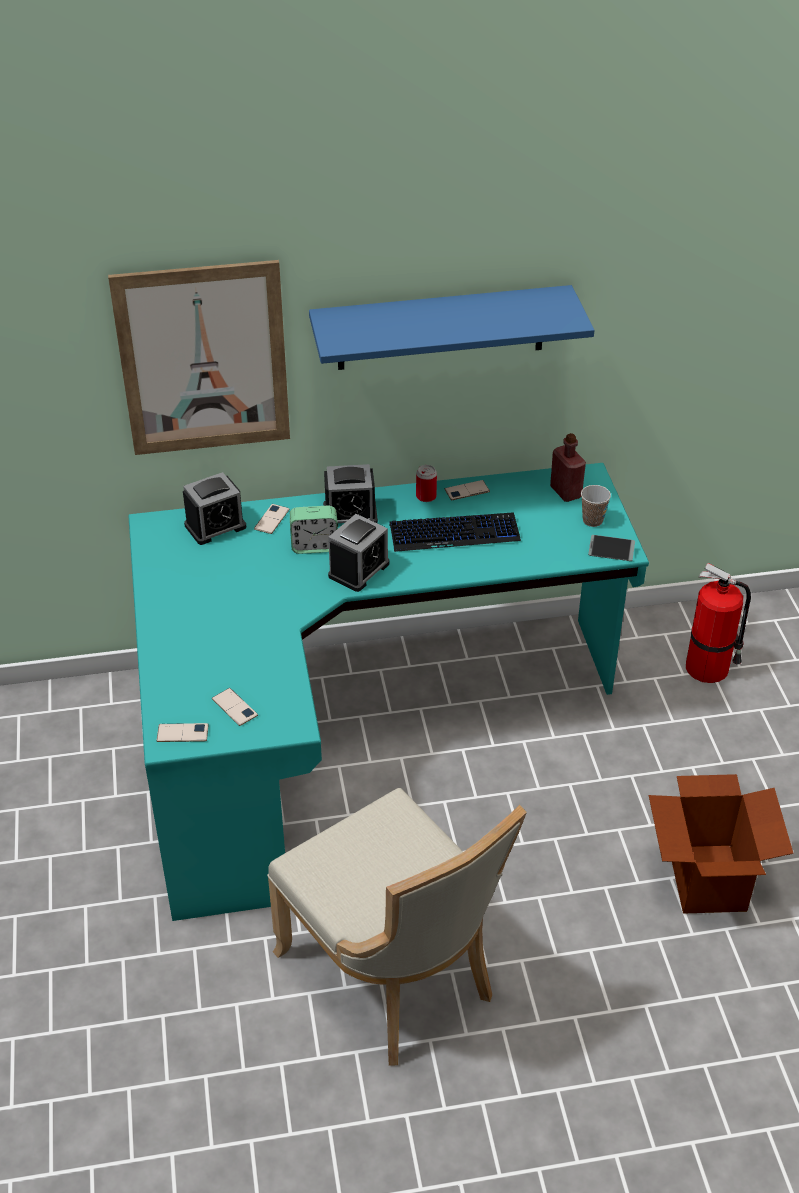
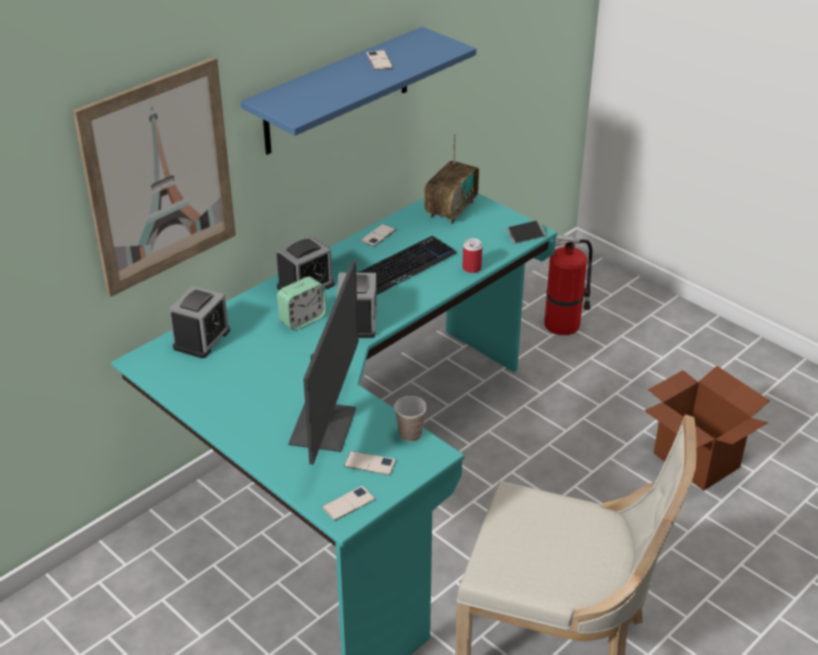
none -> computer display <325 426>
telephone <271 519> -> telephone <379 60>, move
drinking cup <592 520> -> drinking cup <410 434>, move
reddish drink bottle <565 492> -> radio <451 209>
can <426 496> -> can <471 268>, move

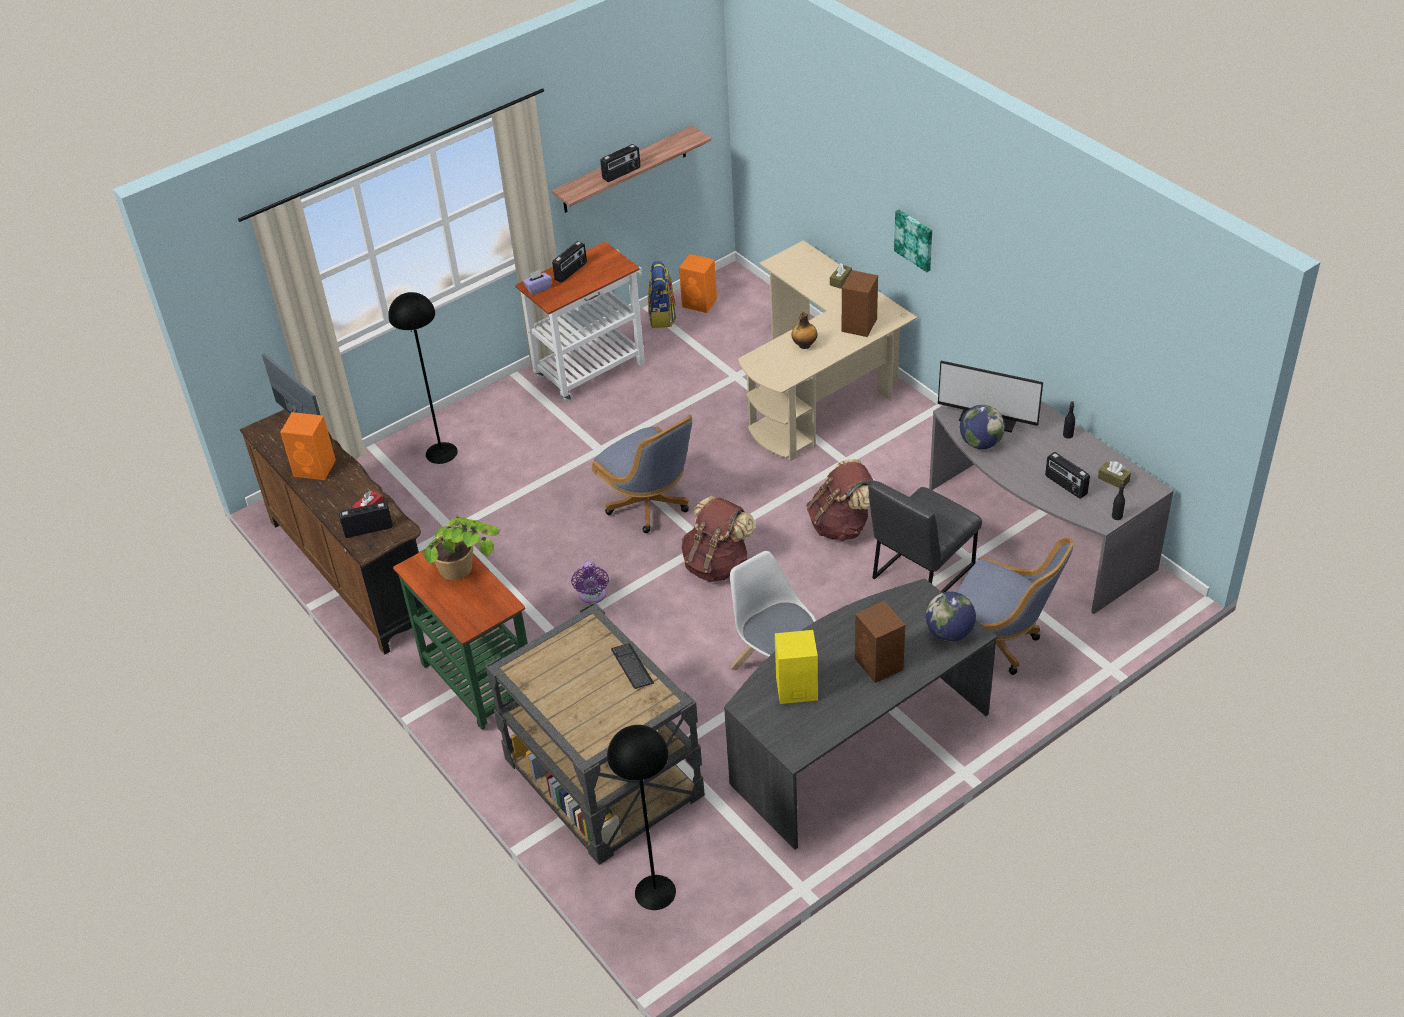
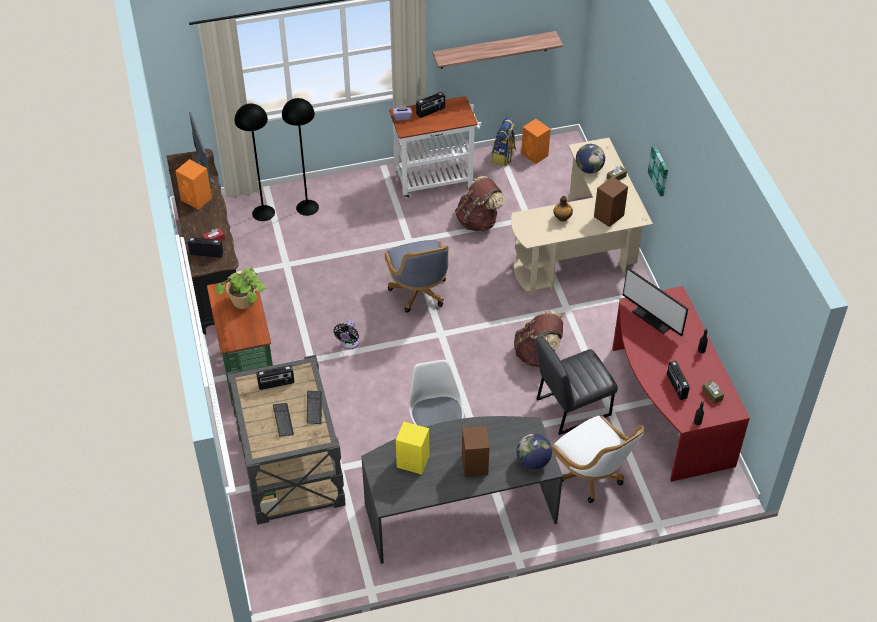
black floor lamp <655 891> -> black floor lamp <263 212>, move
radio <622 173> -> radio <276 384>, move
none -> computer keyboard <283 420>
purple-coloured cooling fan <592 596> -> black cooling fan <349 343>
brown knapsack <717 565> -> brown knapsack <478 221>, move
blue-coloured office chair <1000 645> -> whitish office chair <593 479>
desk globe <980 443> -> desk globe <589 169>, move
gray desk unit <1035 531> -> reddish desk unit <666 407>

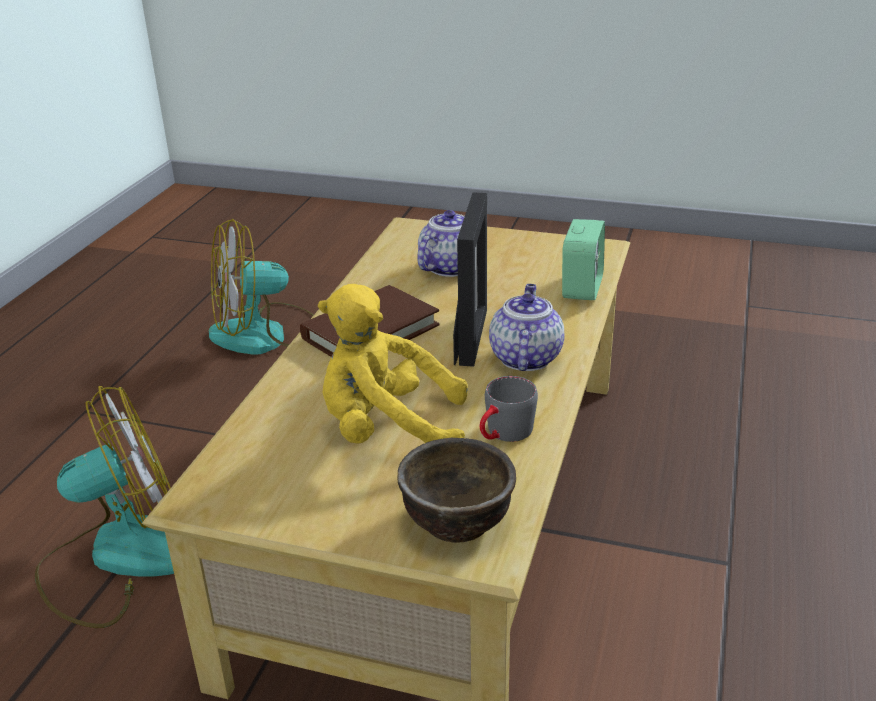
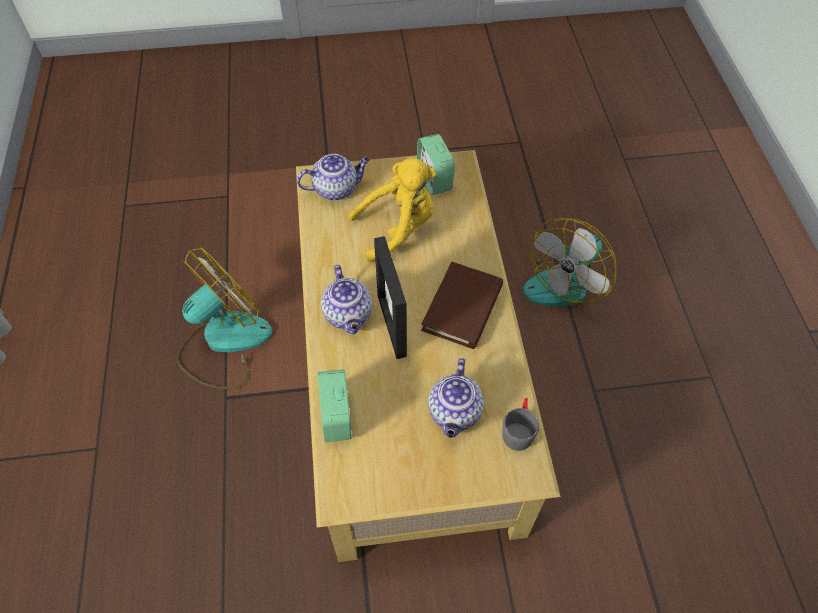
cooling fan <266 335> -> cooling fan <223 342>, move
brown deep dish <456 520> -> pot for tea <336 189>
none -> alarm clock <434 179>
gray mug <504 434> -> gray mug <518 429>, move

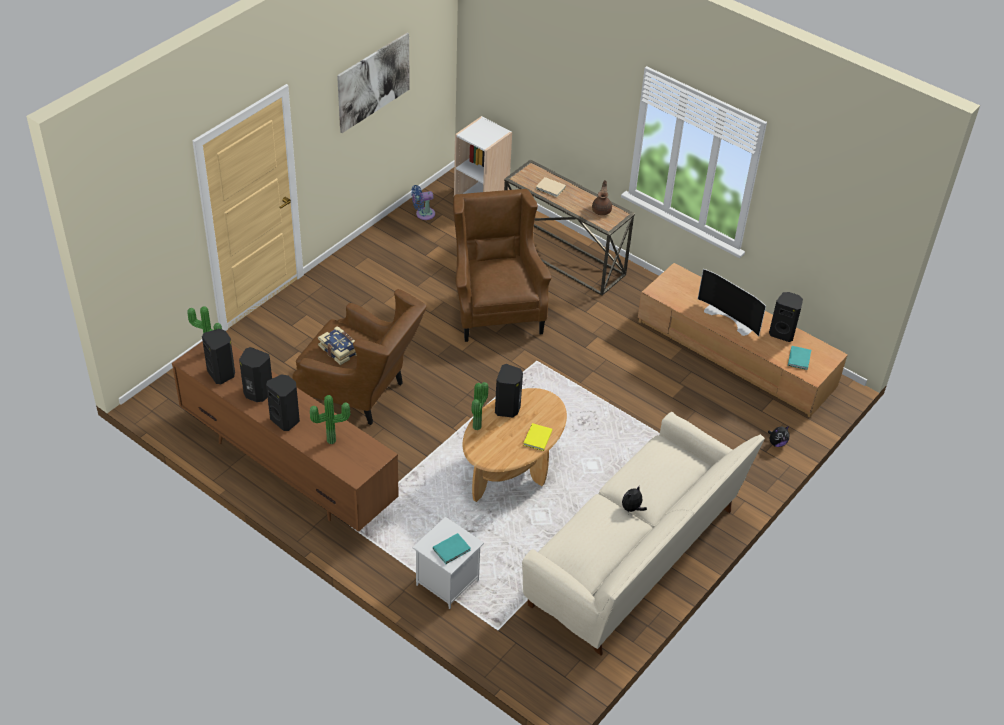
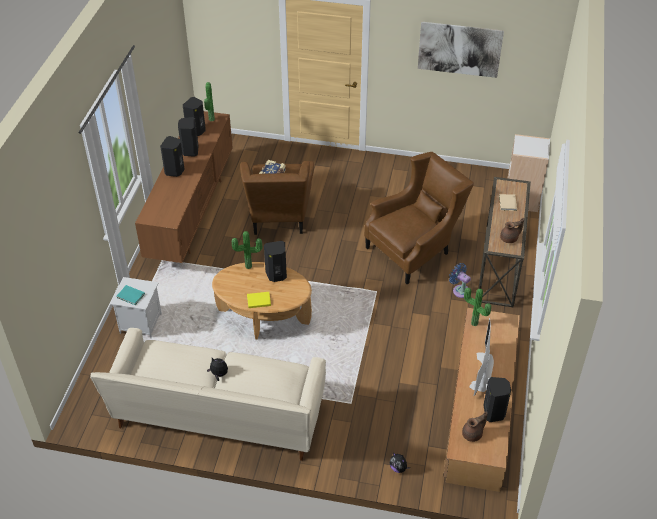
blue-coloured cooling fan <423 214> -> blue-coloured cooling fan <460 290>, move
turquoise-coloured book <799 358> -> brown pot for tea <473 434>
potted plant <332 442> -> potted plant <473 324>, move

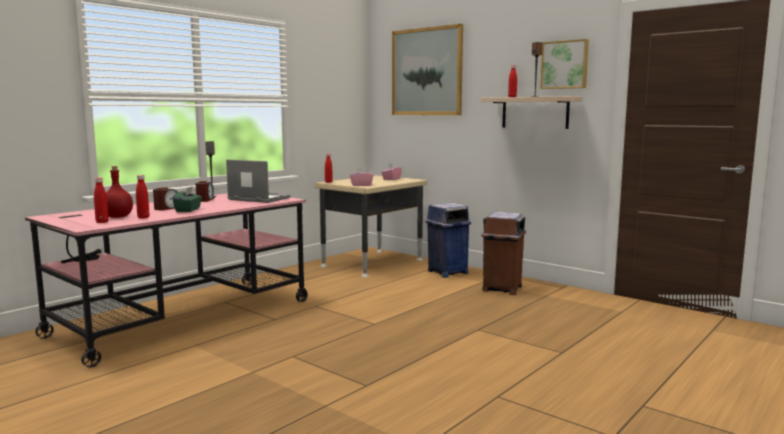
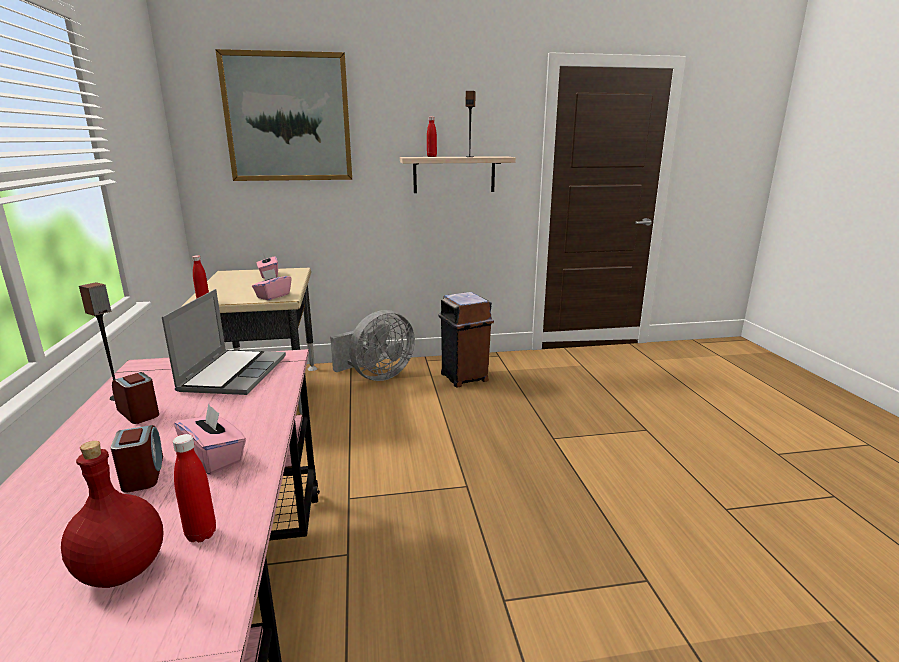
portable computer <258 199> -> portable computer <233 373>, 120 degrees clockwise
green-coloured tissue box <188 210> -> pinkish tissue box <214 457>
blue-coloured trash can <447 272> -> gray cooling fan <376 376>
reddish drink bottle <102 222> -> none
wall art <565 65> -> none

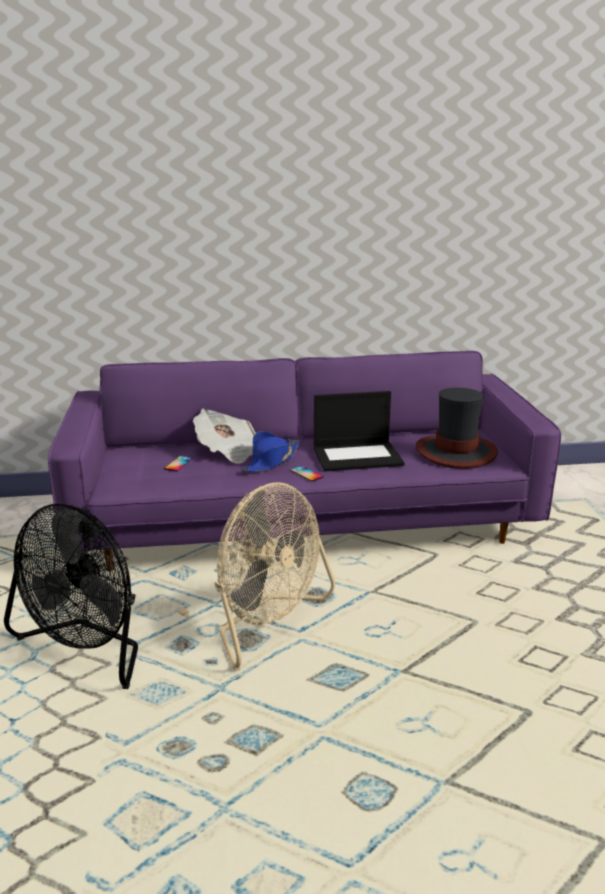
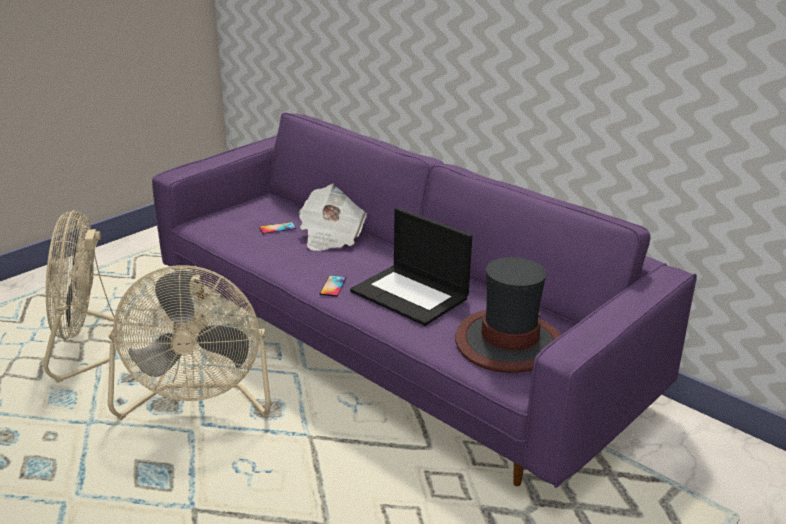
black cooling fan <89 644> -> beige cooling fan <98 340>
blue-coloured hat <271 461> -> none

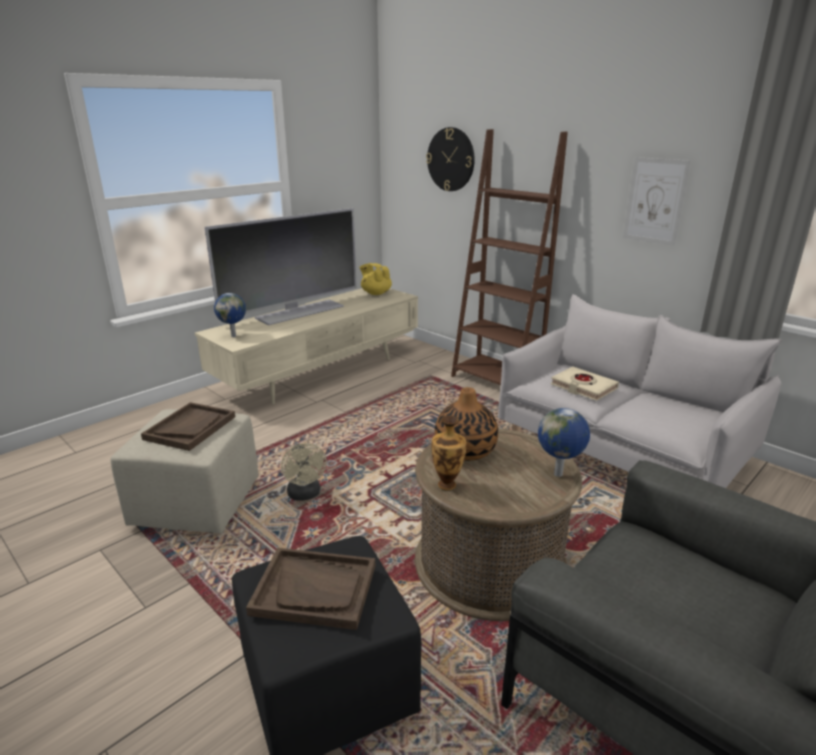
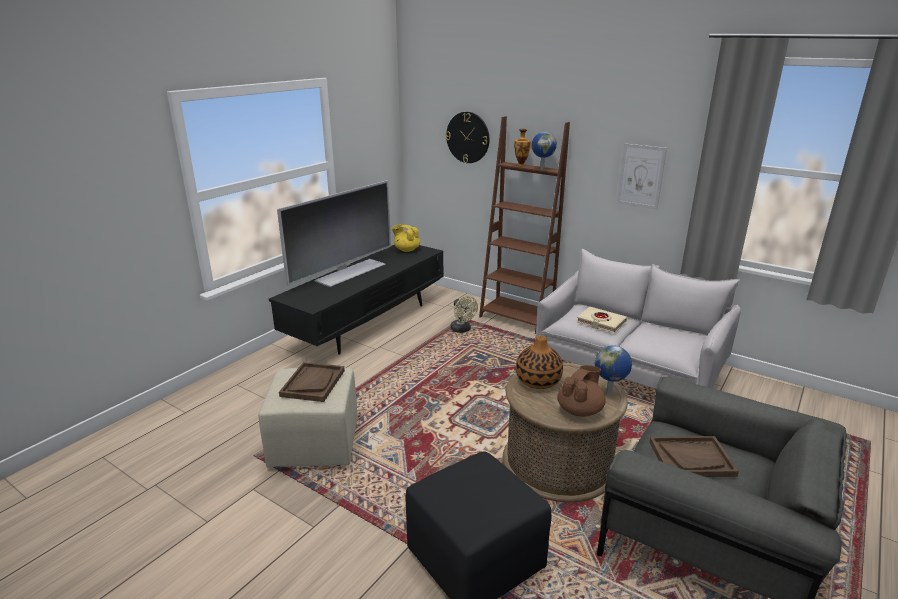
beige tv unit <319 373> -> black tv unit <367 322>
beige cooling fan <305 495> -> beige cooling fan <462 330>, move
flower vase <447 484> -> flower vase <521 165>, move
desk globe <234 336> -> desk globe <542 168>, move
none -> brown pot for tea <580 410>
brown carrying tray <315 589> -> brown carrying tray <691 458>, move

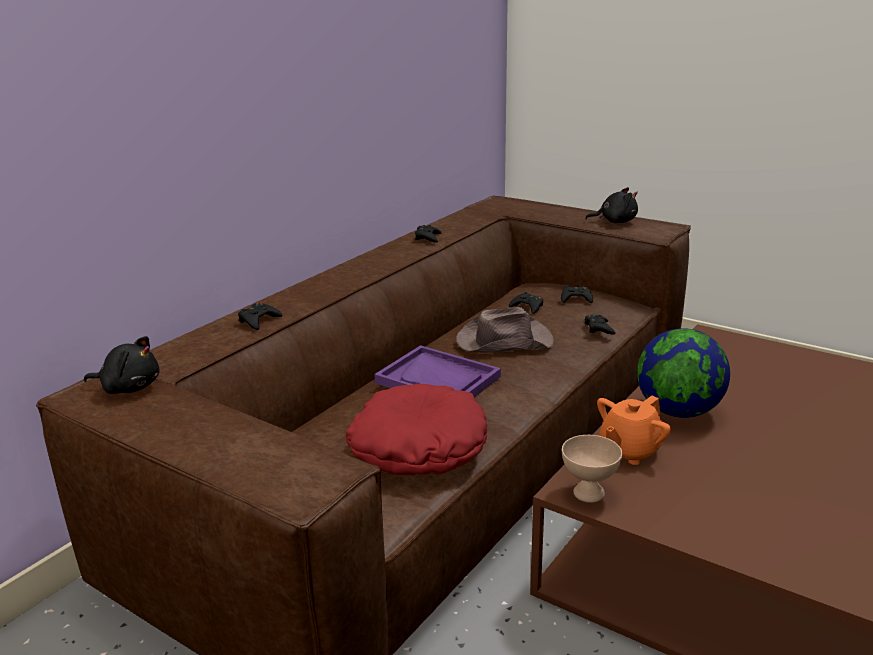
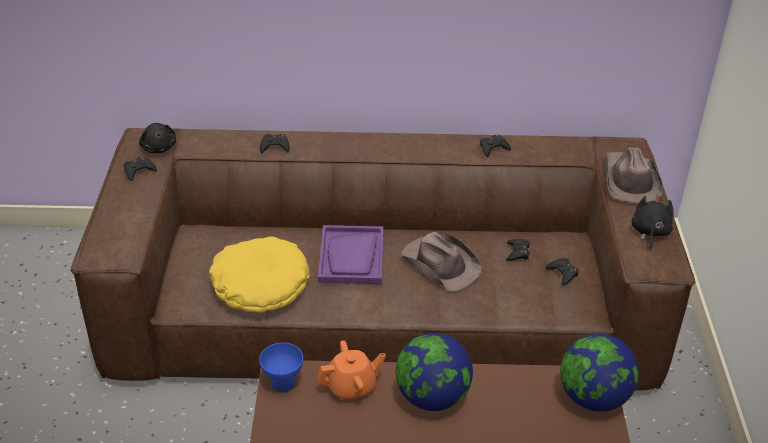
black gamepad <599 328> -> black gamepad <139 171>, move
reddish cushion <421 448> -> yellow-coloured cushion <260 287>
beige deep dish <589 494> -> blue-coloured deep dish <282 384>
orange-coloured pot for tea <629 451> -> orange-coloured pot for tea <351 387>, 150 degrees clockwise
none -> desk globe <593 397>
none -> brown hat <630 180>
black cuddly toy <615 221> -> black cuddly toy <649 232>, 135 degrees counterclockwise

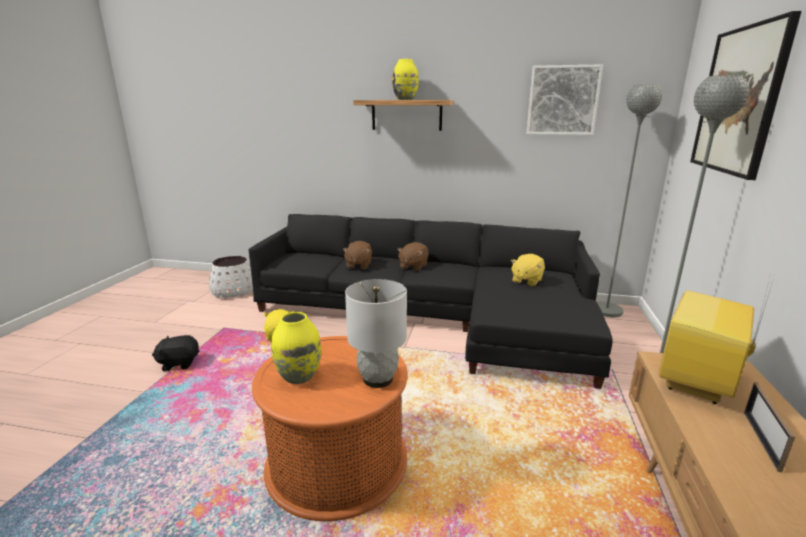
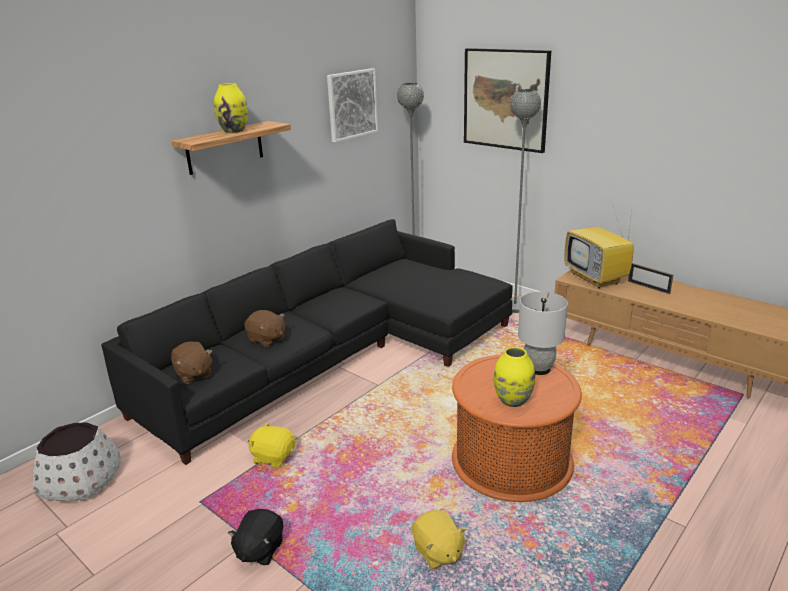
brown cuddly toy <413 266> -> brown cuddly toy <193 374>, move
yellow-coloured cuddly toy <526 281> -> yellow-coloured cuddly toy <437 552>, move

